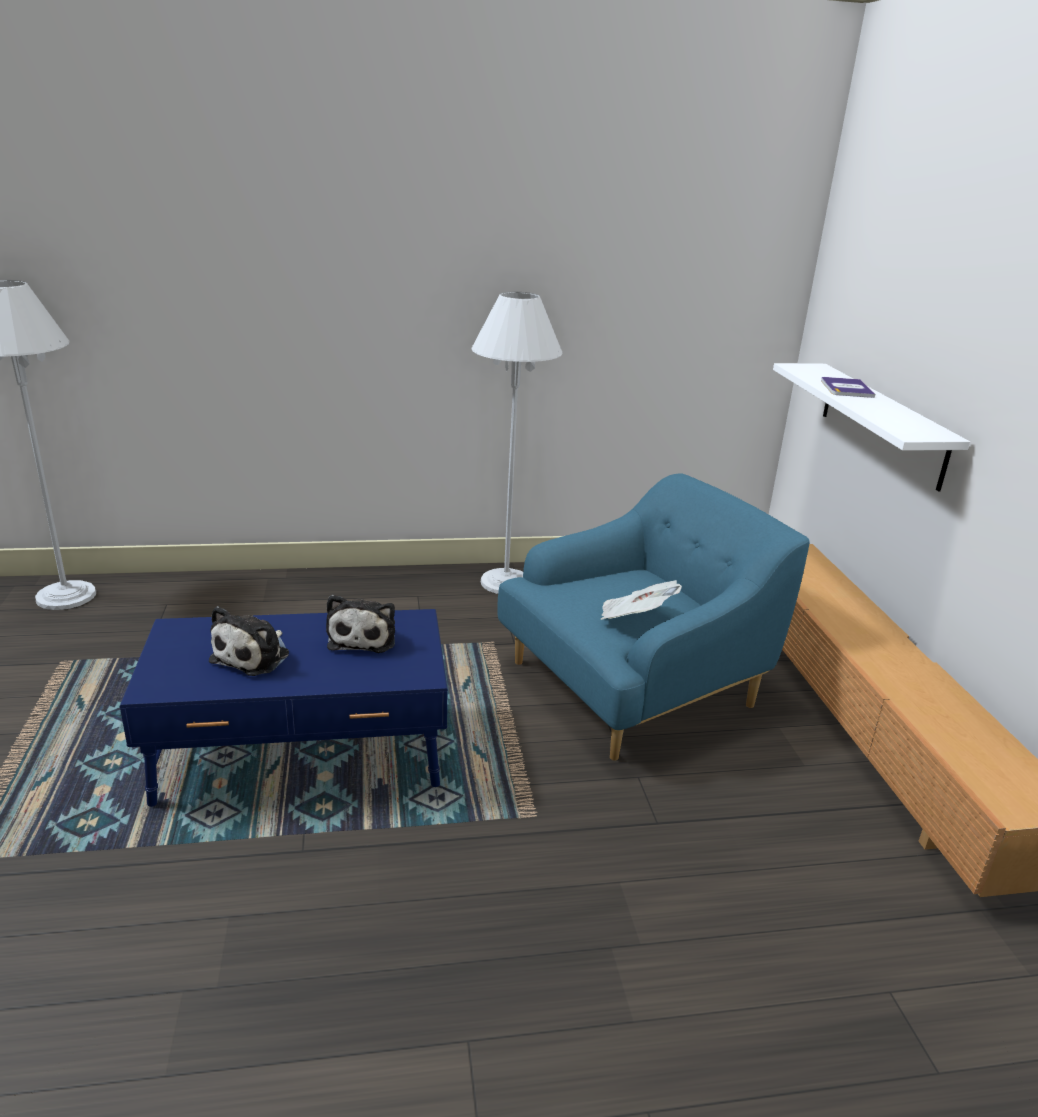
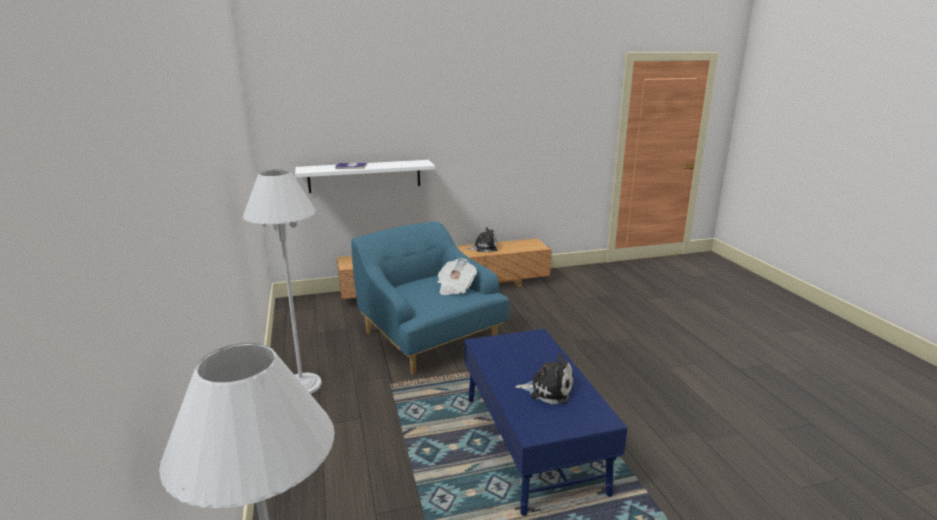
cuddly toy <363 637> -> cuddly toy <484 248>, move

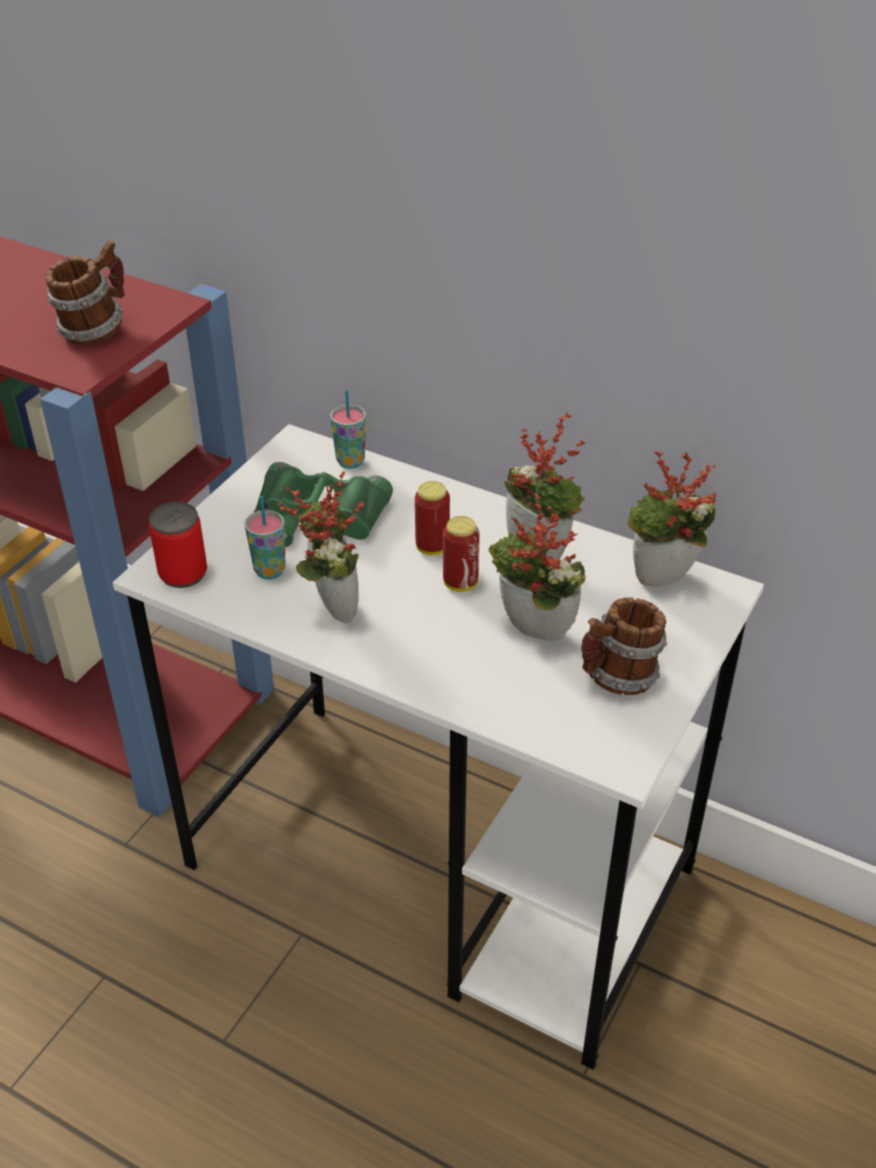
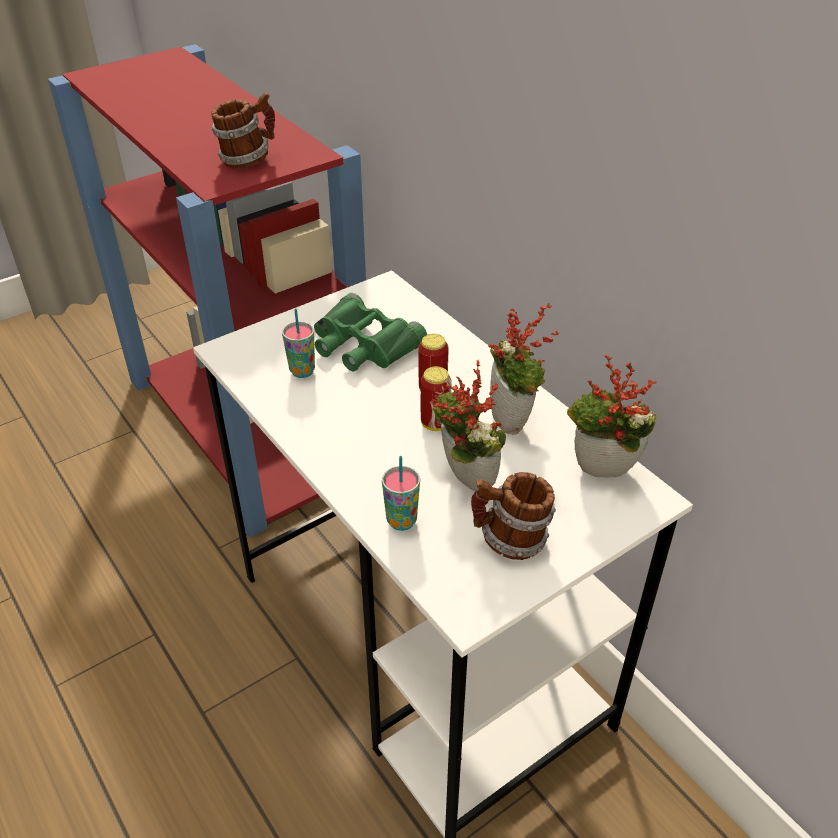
drinking cup <350 462> -> drinking cup <401 521>, move
can <183 573> -> none
potted plant <330 606> -> none

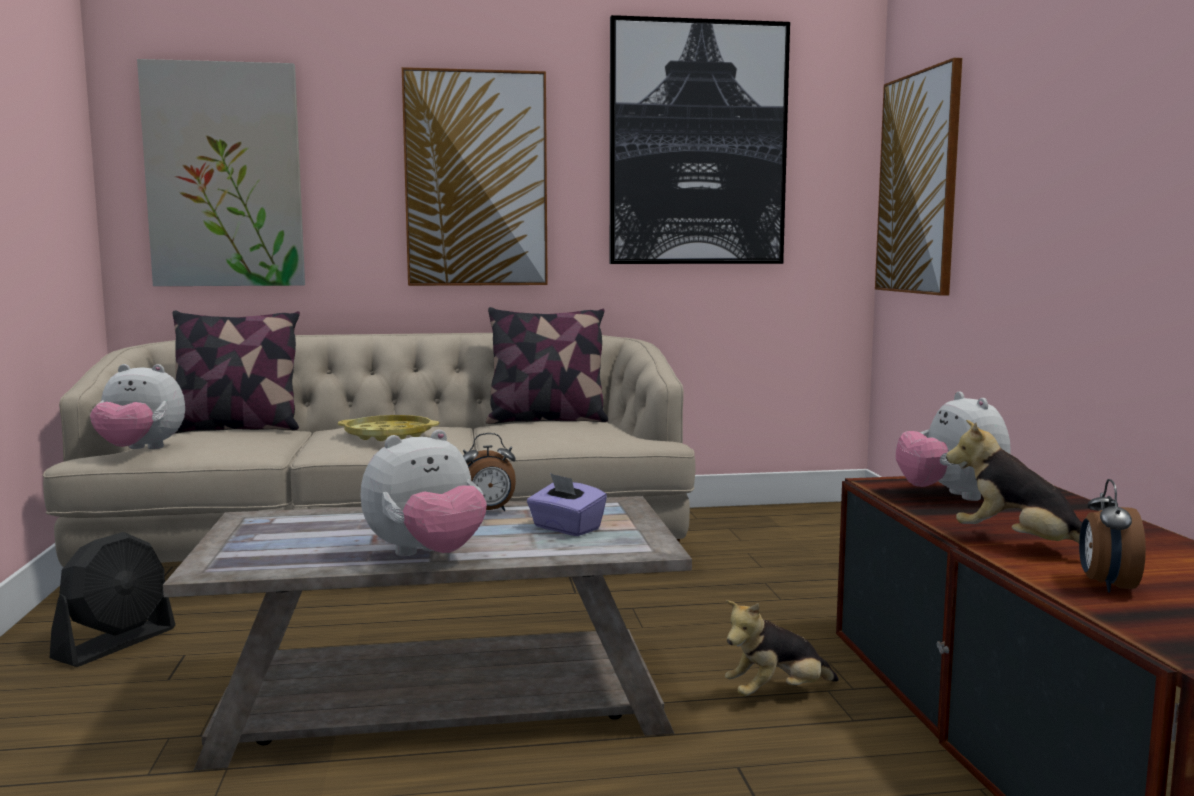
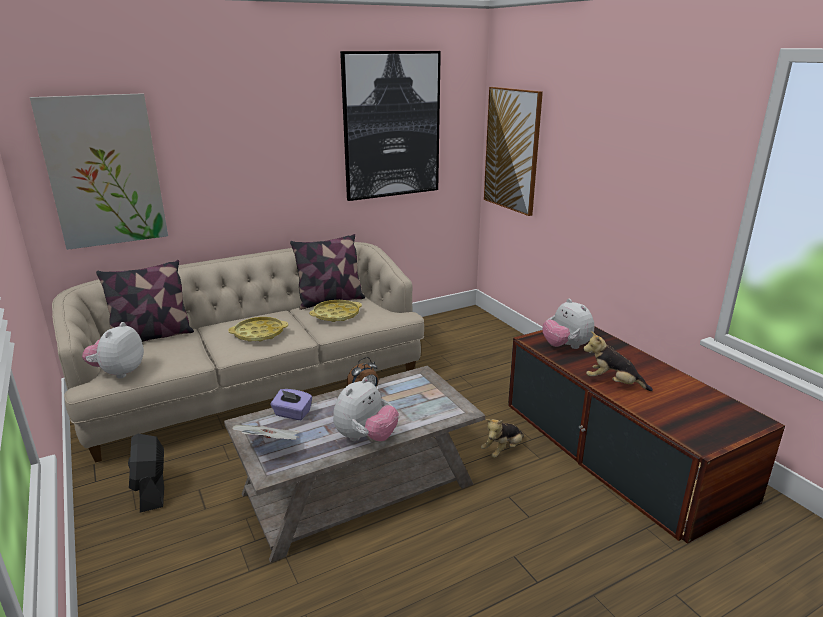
cuddly toy <140 450> -> cuddly toy <118 372>, 120 degrees clockwise
black cooling fan <116 643> -> black cooling fan <151 490>, 150 degrees clockwise
none -> daily paper <271 446>
purple-coloured tissue box <566 528> -> purple-coloured tissue box <292 414>, move
none -> yellow-coloured carrying tray <336 315>
wall art <476 179> -> none
alarm clock <1106 585> -> none

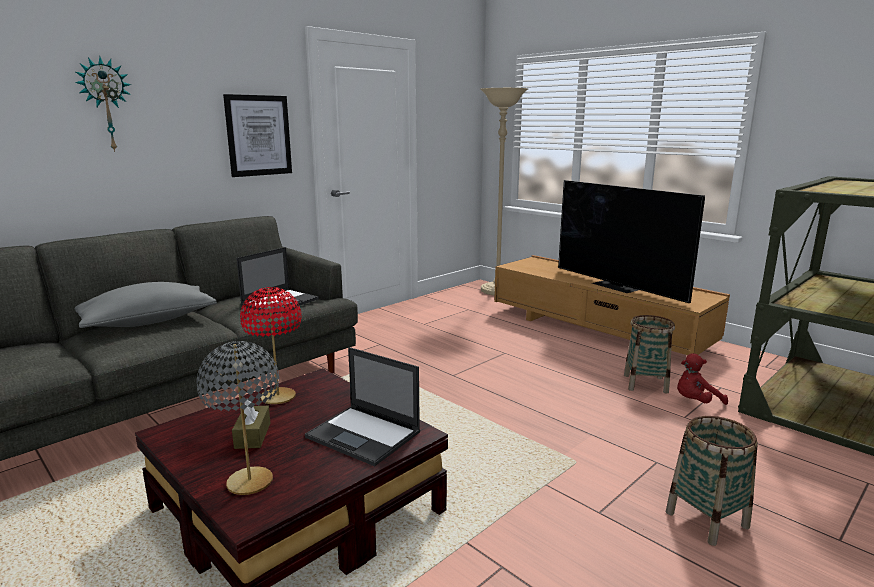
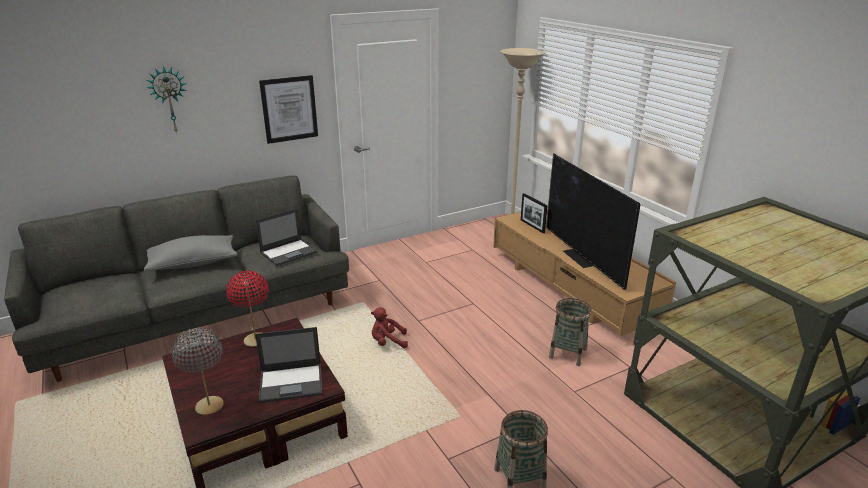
portable computer <364 435> -> portable computer <292 382>, 60 degrees counterclockwise
reddish cuddly toy <695 402> -> reddish cuddly toy <387 342>, move
none -> photo frame <532 226>
brown tissue box <253 435> -> none

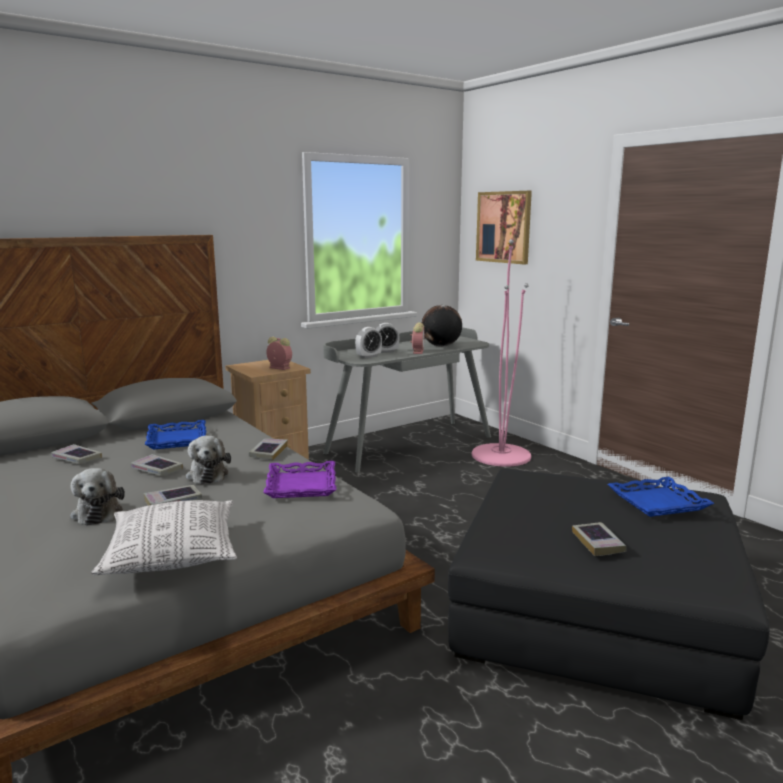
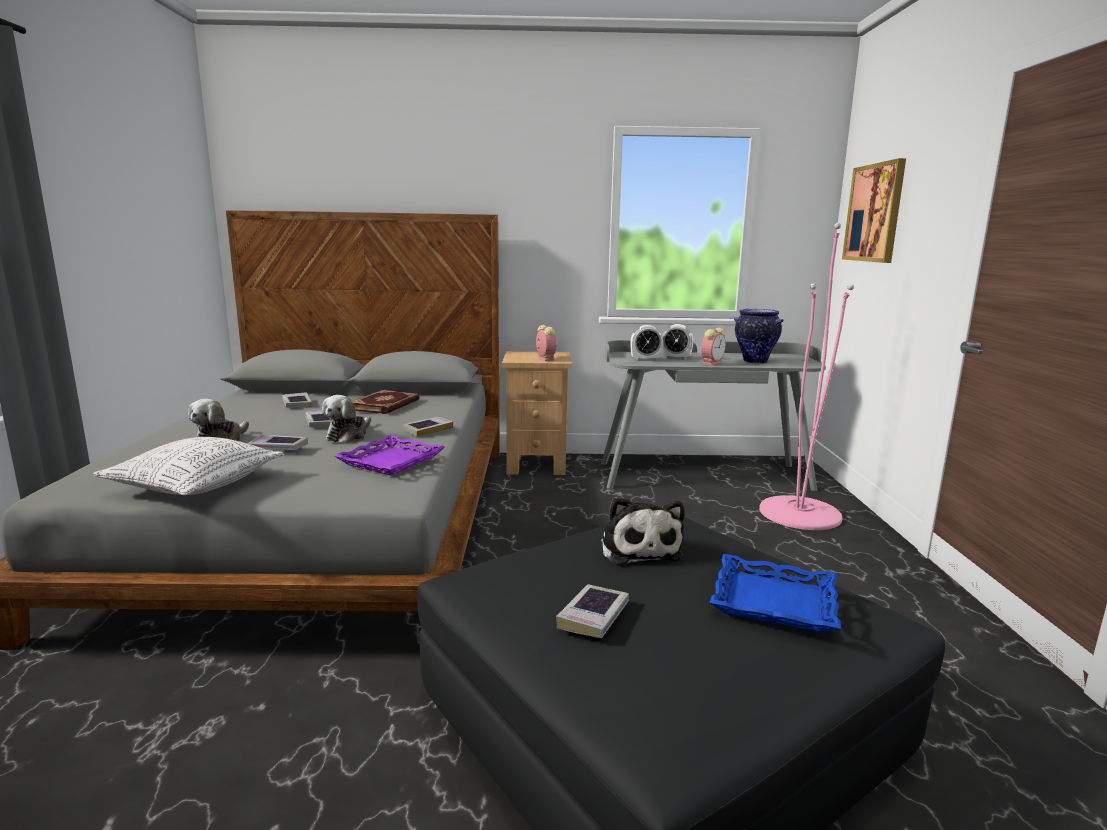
blue-coloured carrying tray <178 439> -> book <386 405>
none -> cuddly toy <639 548>
desk globe <441 346> -> flower vase <754 361>

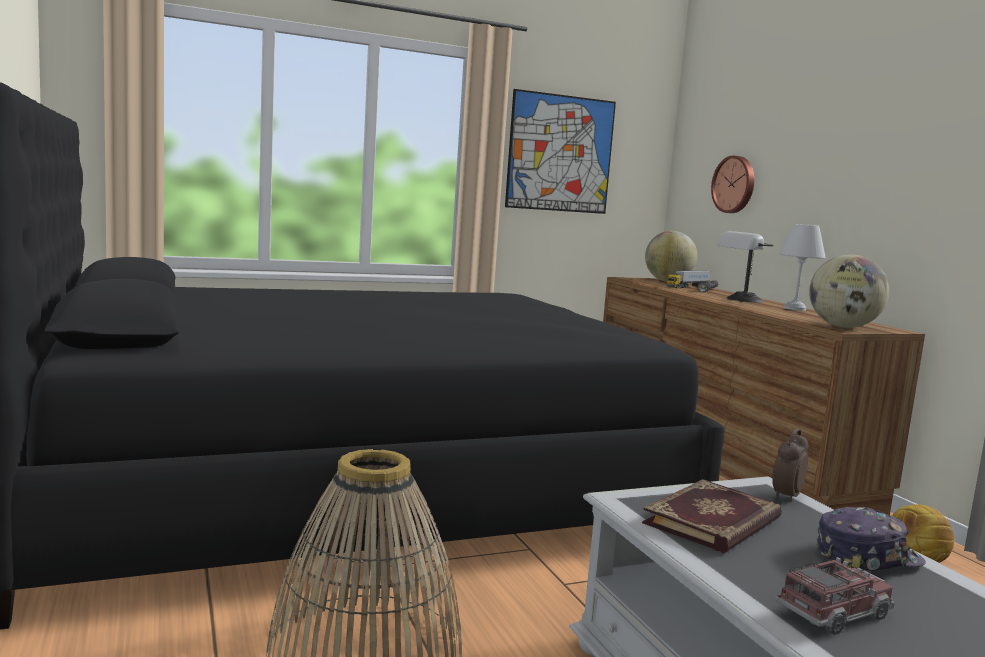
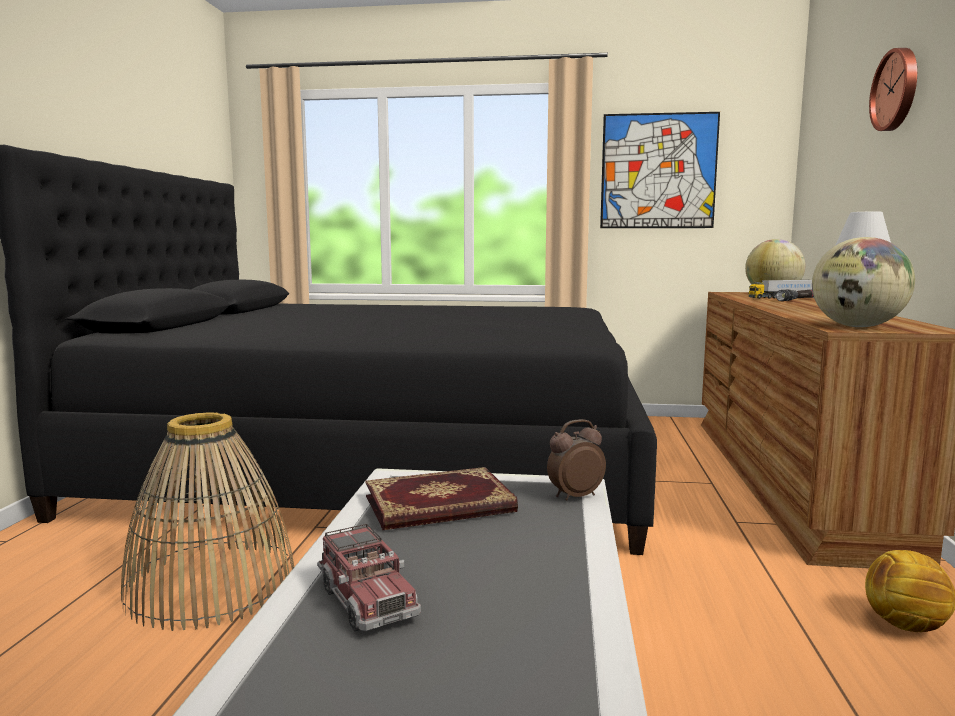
model truck <833 614> -> model truck <367 600>, 60 degrees clockwise
clock on the wall <735 184> -> clock on the wall <897 90>, move
table lamp <740 300> -> none
peaked cap <866 557> -> none

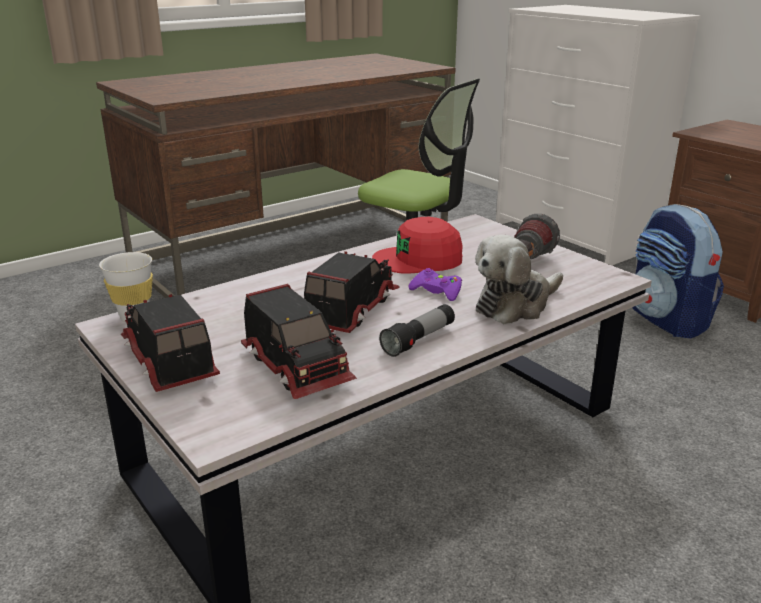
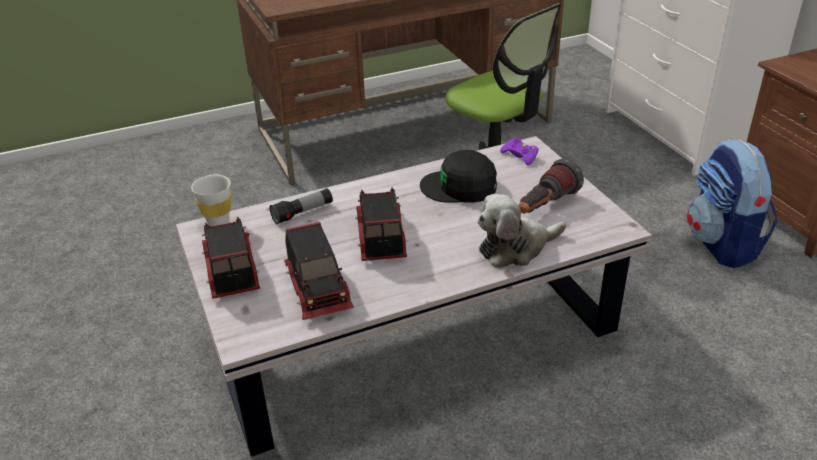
hand torch <419 340> -> hand torch <303 213>, move
model truck <349 310> -> model truck <380 236>, 45 degrees counterclockwise
reddish peaked cap <419 259> -> black peaked cap <460 187>
purple-coloured gamepad <436 291> -> purple-coloured gamepad <520 155>, move

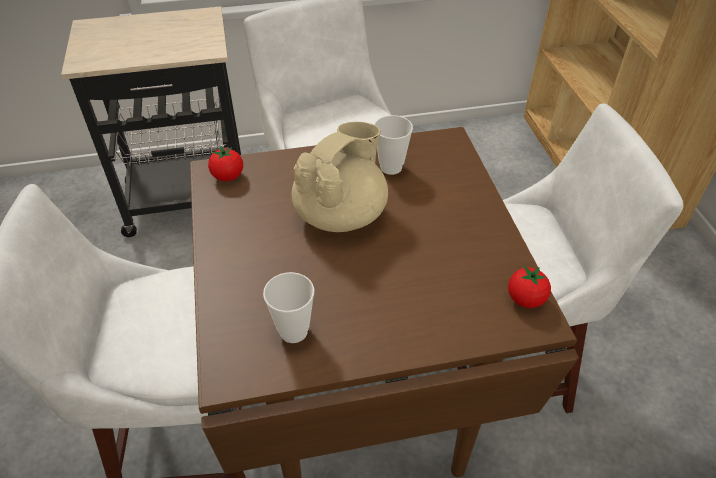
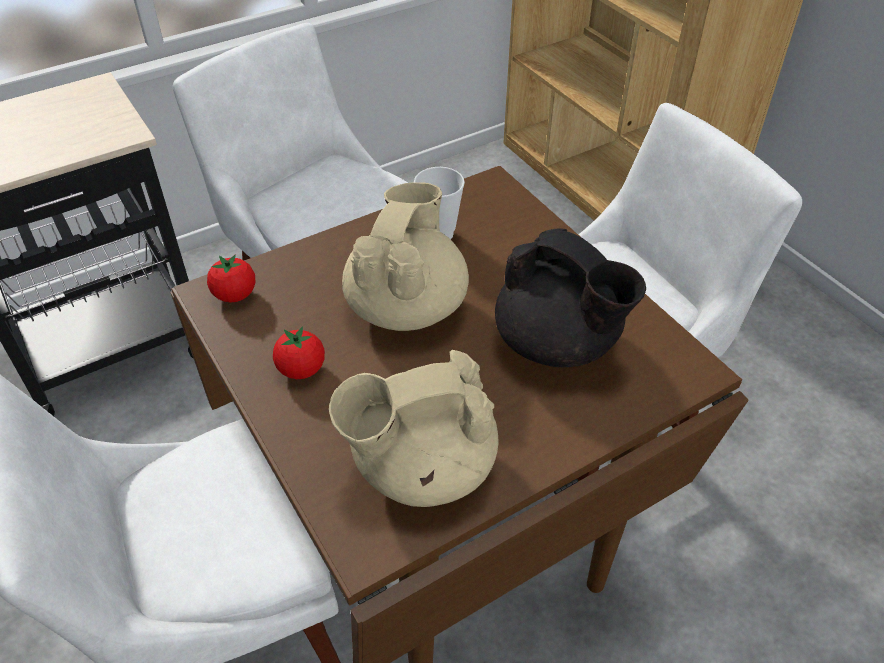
fresh tomato <525 299> -> fresh tomato <301 369>, move
drinking cup <293 331> -> beige pot for tea <421 466>
none -> black pot for tea <558 343>

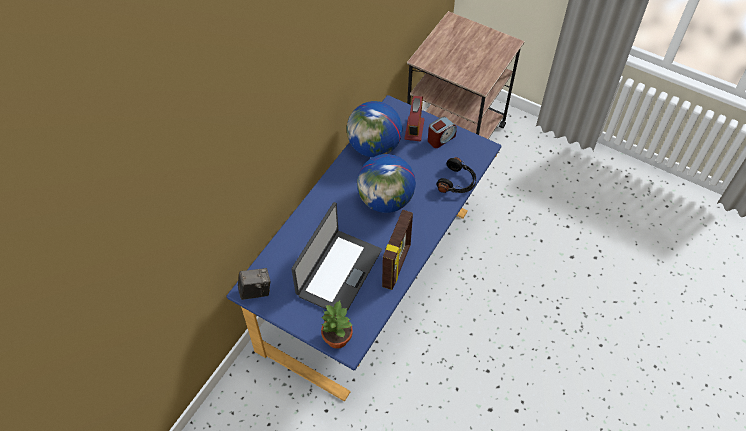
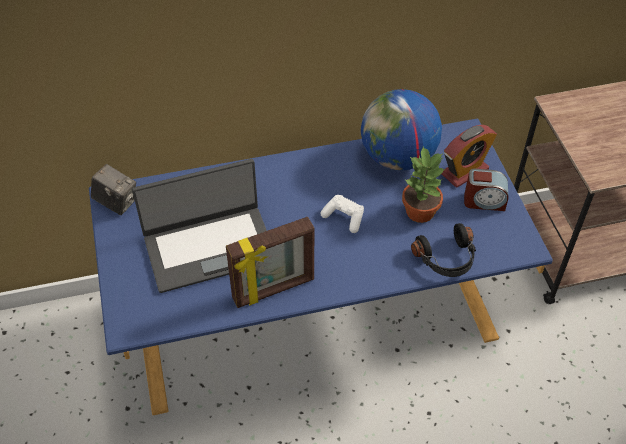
desk globe <386 200> -> whitish gamepad <344 218>
potted plant <337 337> -> potted plant <420 211>, move

